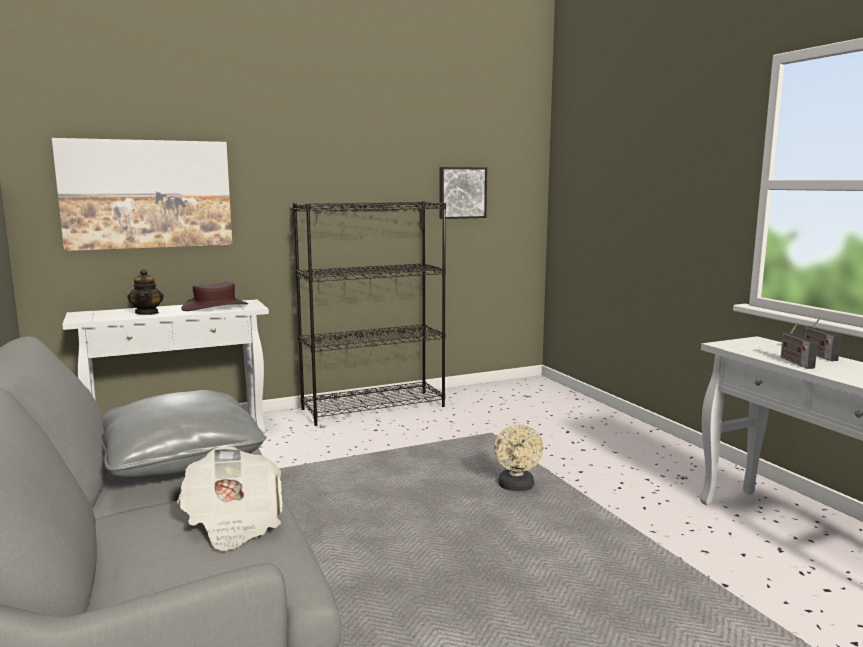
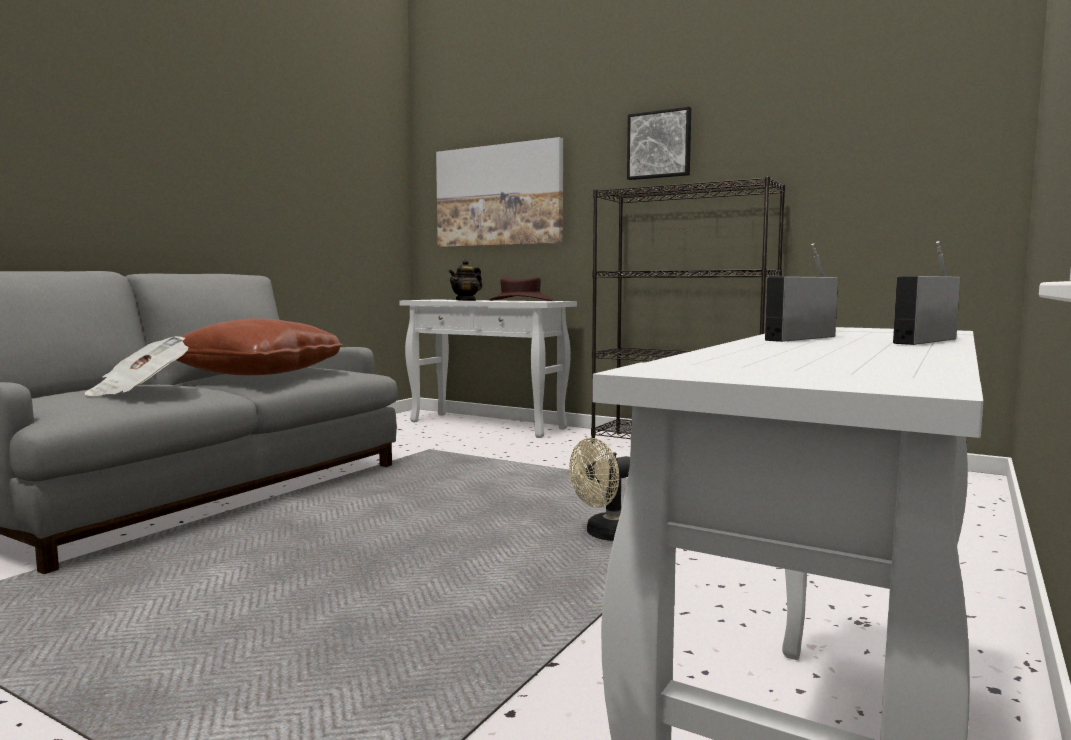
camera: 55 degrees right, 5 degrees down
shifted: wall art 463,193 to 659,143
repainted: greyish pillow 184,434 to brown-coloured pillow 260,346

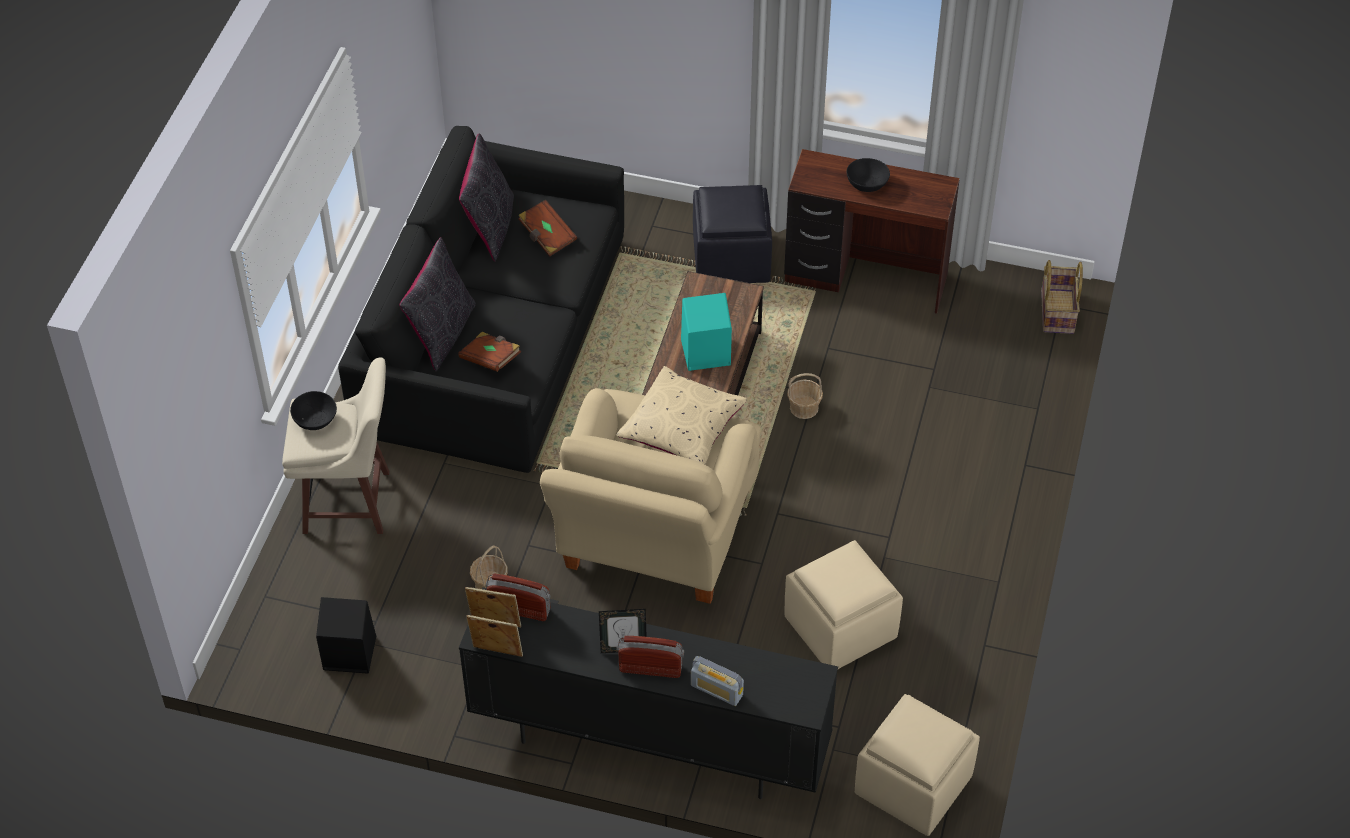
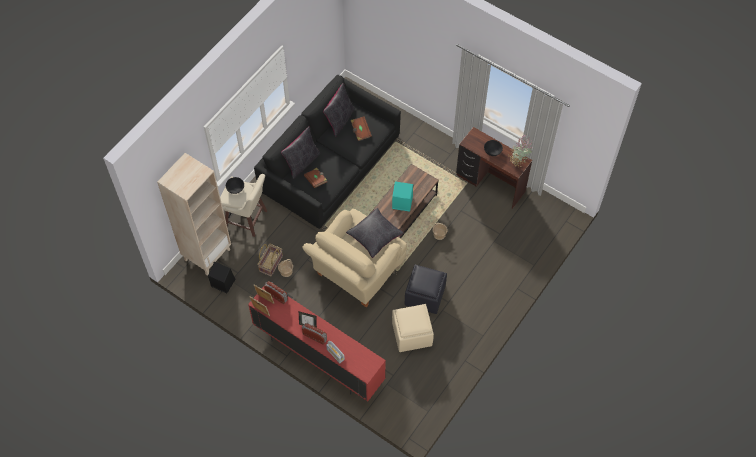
camera: 20 degrees right, 10 degrees up
gone: beige pouffe 917,765
new: potted plant 521,151; beige bookshelf 194,214
shifted: black-coloured pouffe 732,234 to 426,289; household basket 1062,297 to 270,260
repainted: beige pillow 681,415 to black-coloured pillow 375,233; black-coloured media console 648,693 to reddish media console 317,343

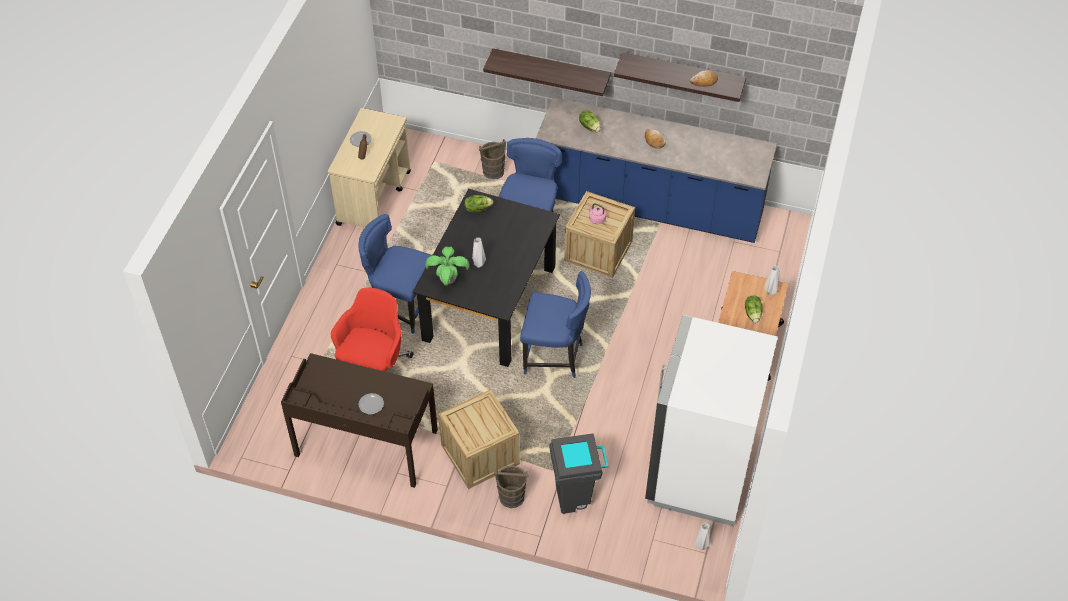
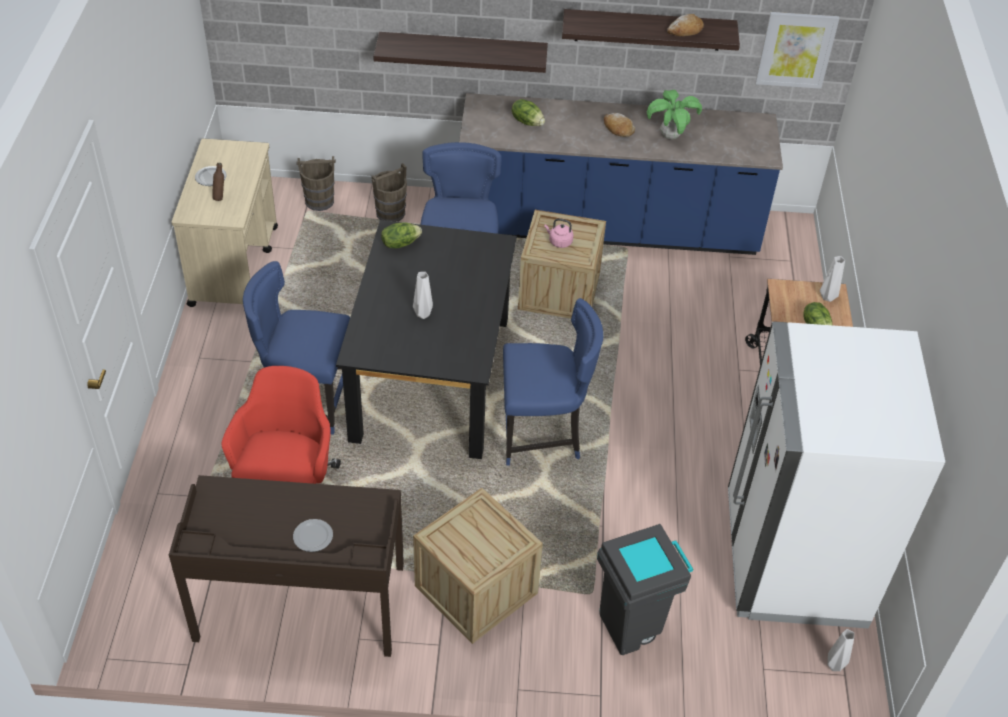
camera: 15 degrees left, 5 degrees down
new: wall art 797,50
shifted: potted plant 447,266 to 674,114; brown-coloured water bucket 511,486 to 316,183

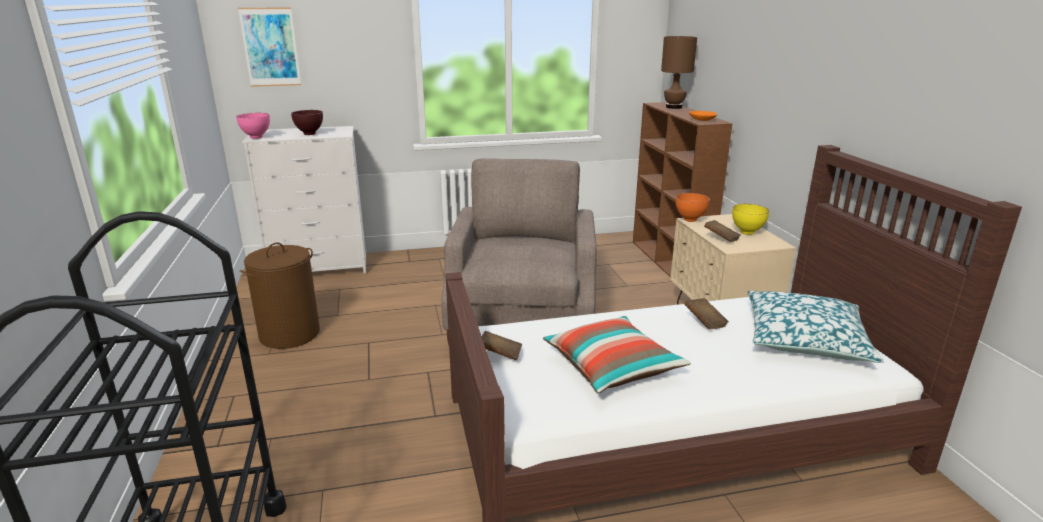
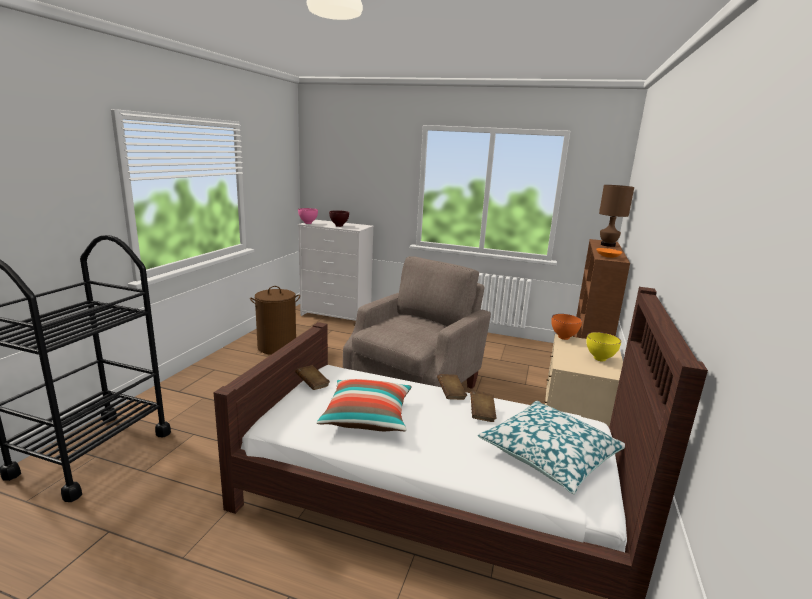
camera: 30 degrees right, 5 degrees down
gone: wall art 269,47
shifted: brown-coloured book 722,231 to 452,387

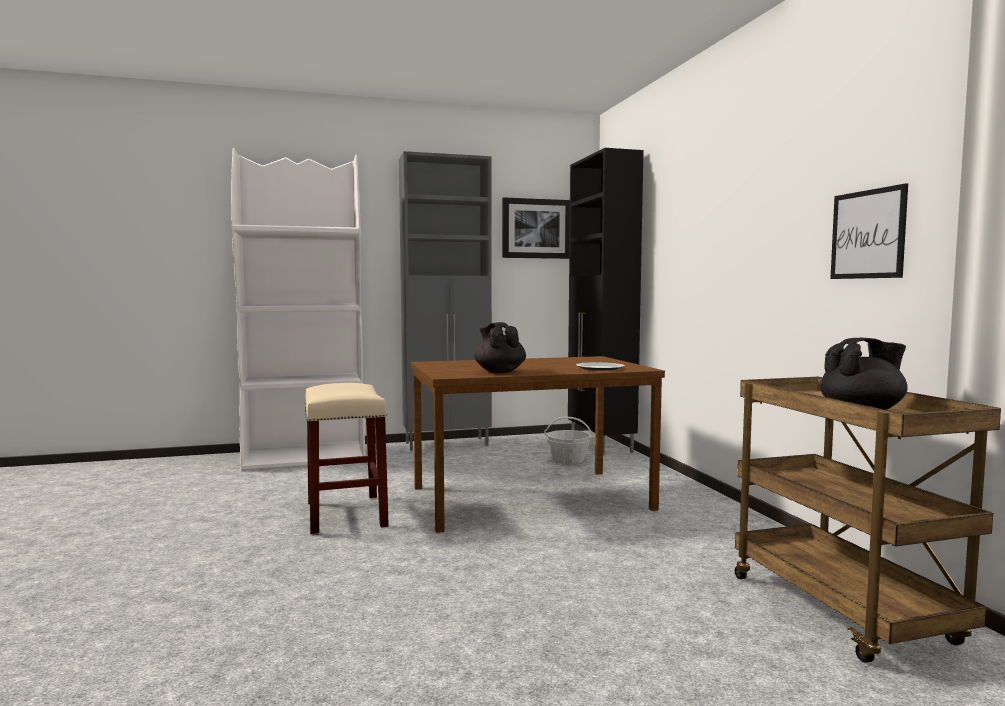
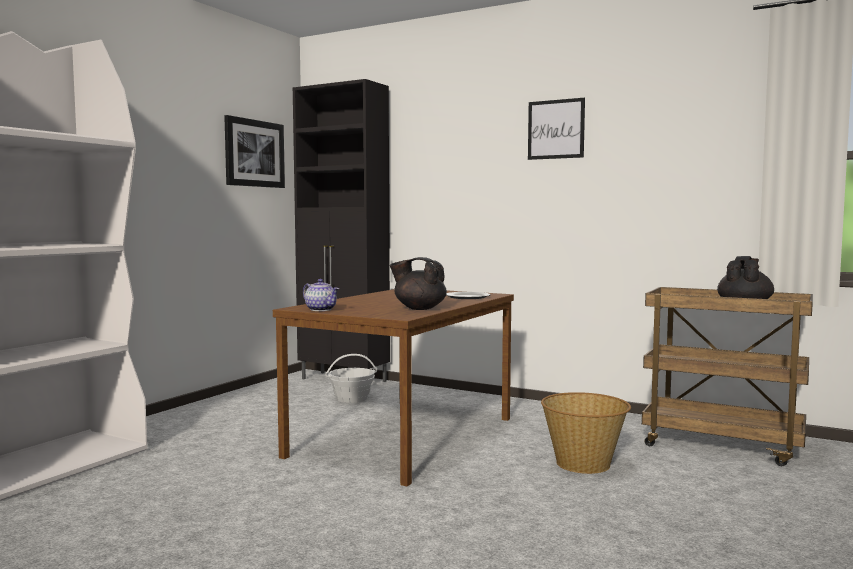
camera: 45 degrees left, 0 degrees up
gone: greyish cupboard 445,301; beige sitting stool 347,459
new: pot for tea 321,295; household basket 586,433
shifted: wall art 869,231 to 556,129

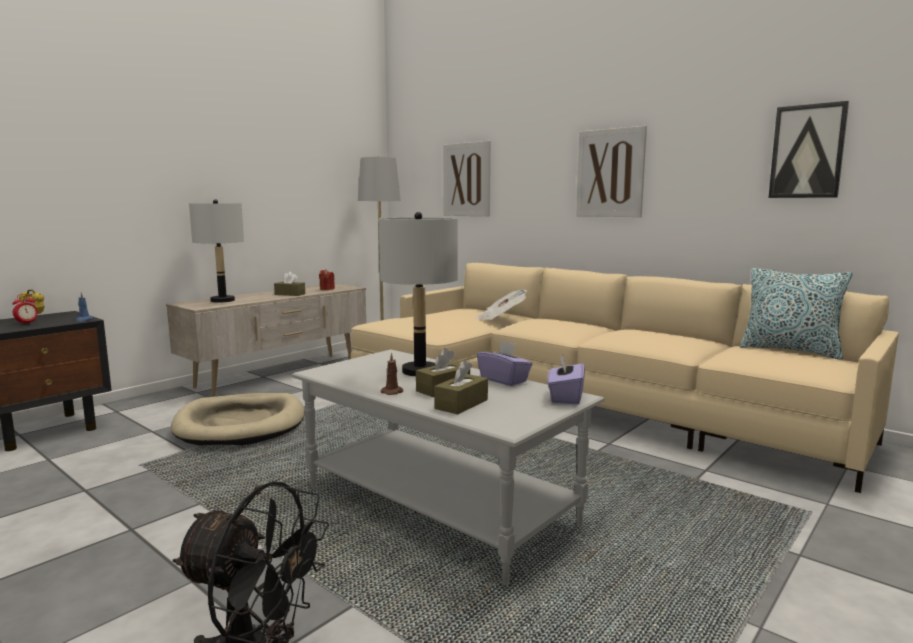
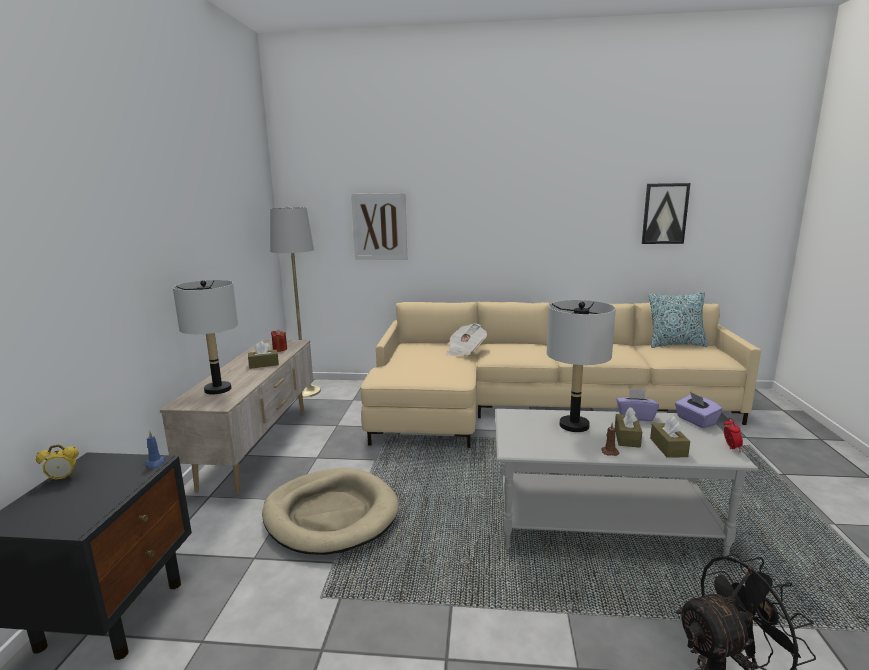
camera: 35 degrees left, 5 degrees up
gone: wall art 611,171
shifted: bedside clock 25,309 to 733,436

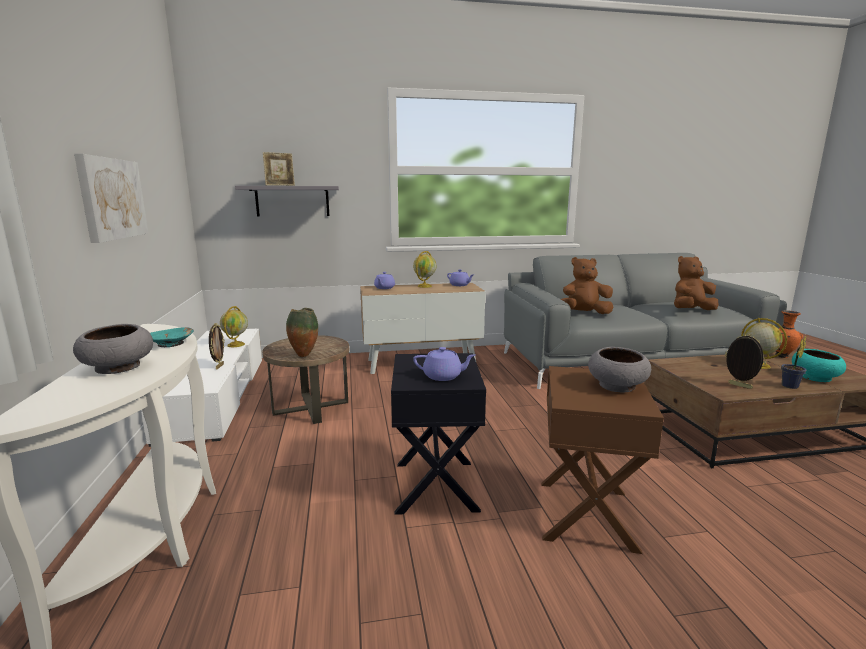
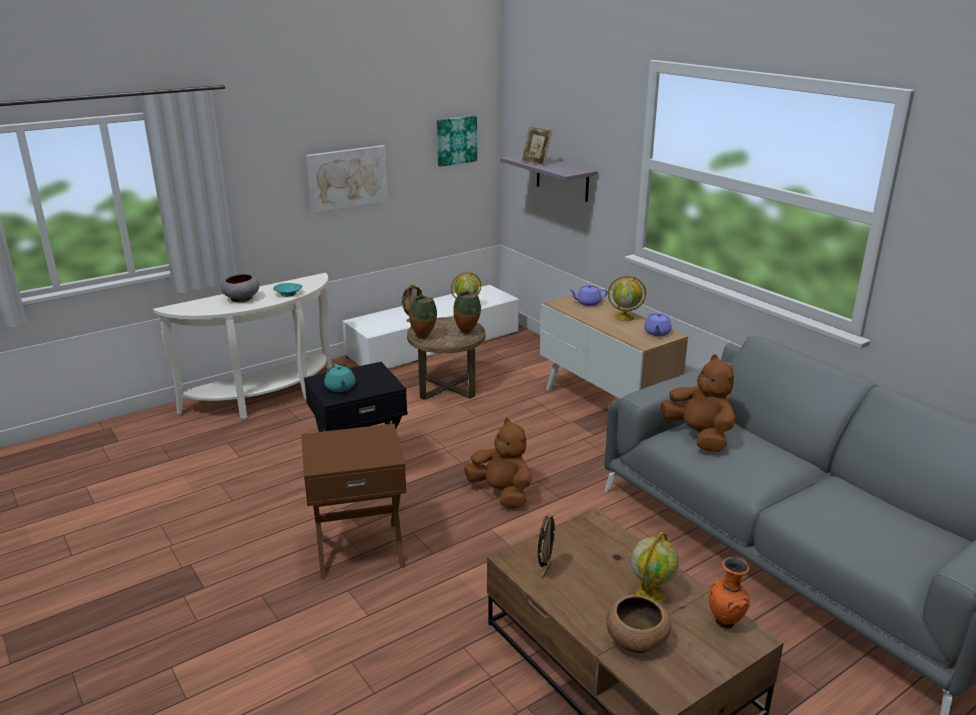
camera: 65 degrees right, 10 degrees up
gone: potted plant 793,363; greyish deep dish 619,369
new: wall art 457,141; decorative vase 467,312
shifted: brown-coloured soft toy 696,283 to 498,463
repainted: purple pot for tea 444,364 to turquoise-coloured pot for tea 339,378; turquoise-coloured deep dish 819,365 to brown-coloured deep dish 638,624

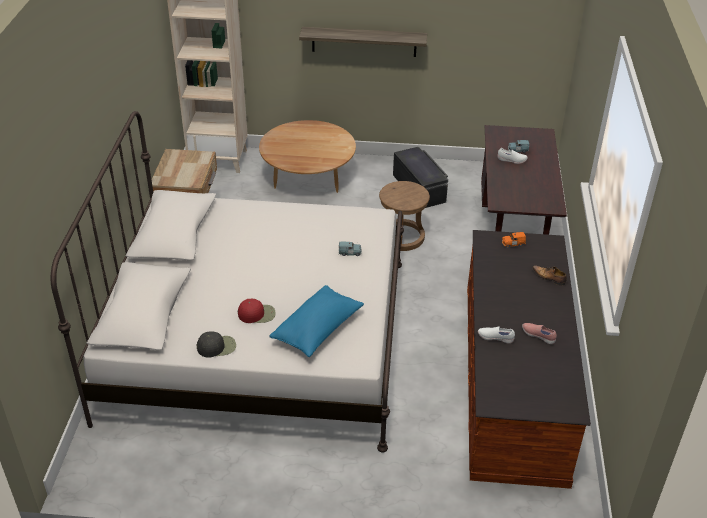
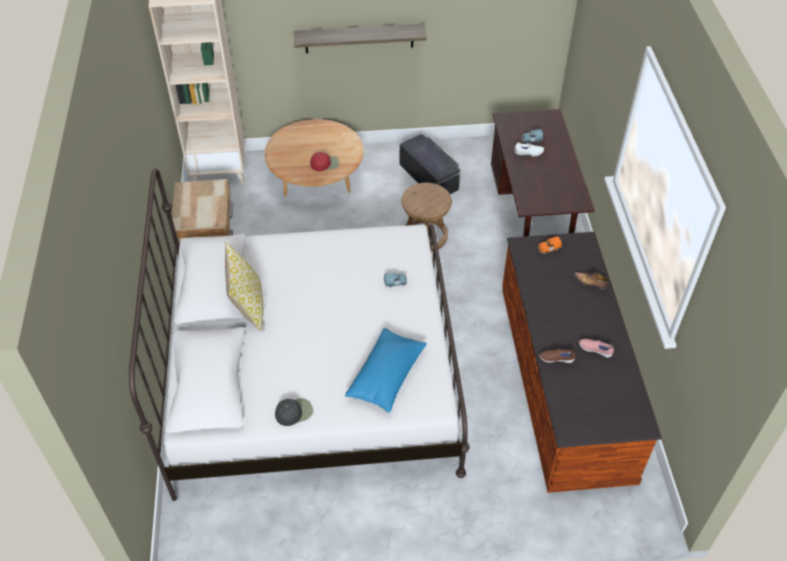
camera: 10 degrees left, 10 degrees up
new: pillow 244,286
shifted: reddish peaked cap 257,311 to 324,161
repainted: white-coloured item of footwear 496,335 to brown-coloured item of footwear 557,356

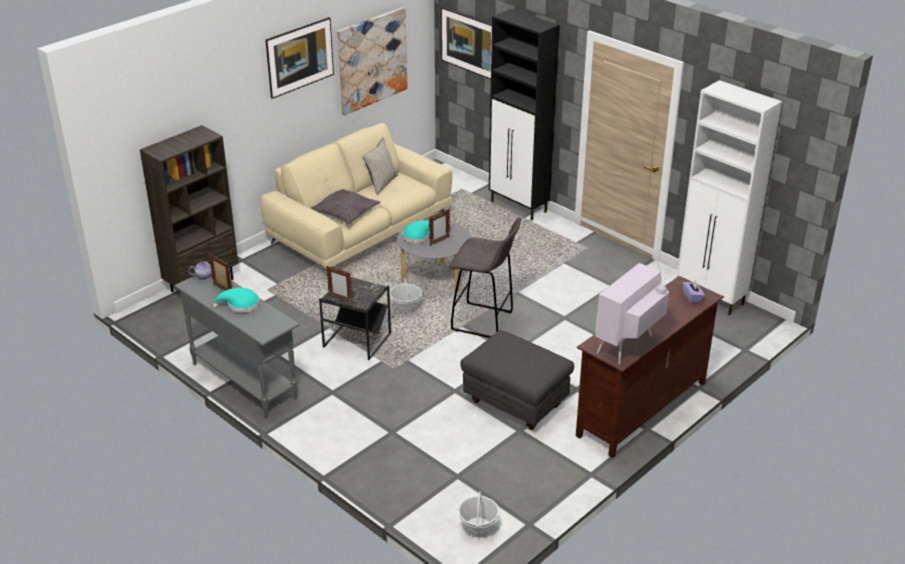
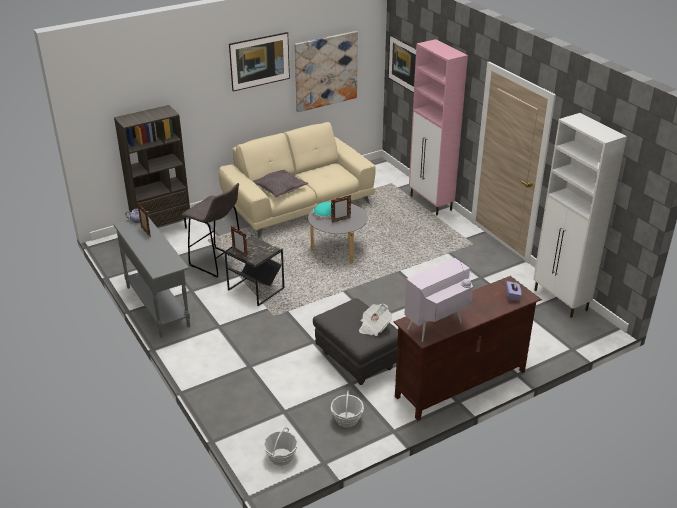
camera: 15 degrees right, 0 degrees up
gone: beige pillow 380,166; turquoise-coloured wearable hat 236,300
new: newspaper 375,320
shifted: greyish sitting stool 485,277 to 210,230; household basket 406,295 to 347,409
repainted: black-coloured cupboard 524,114 to pink cupboard 438,127

